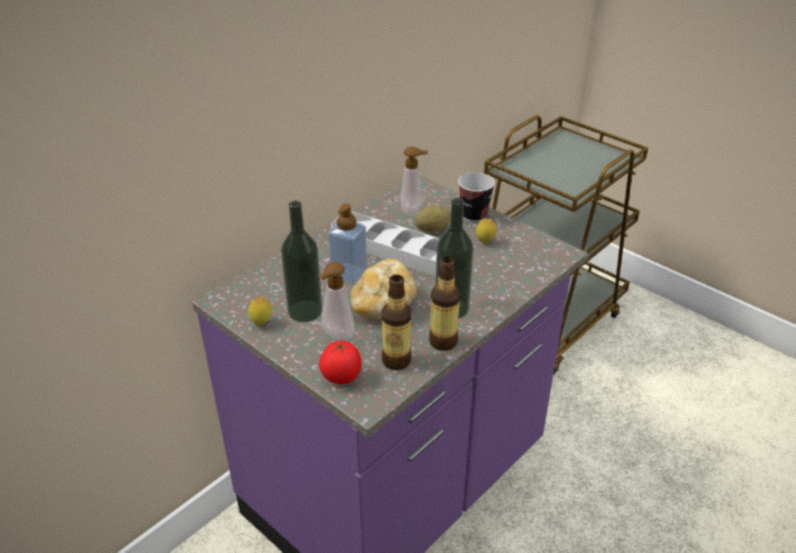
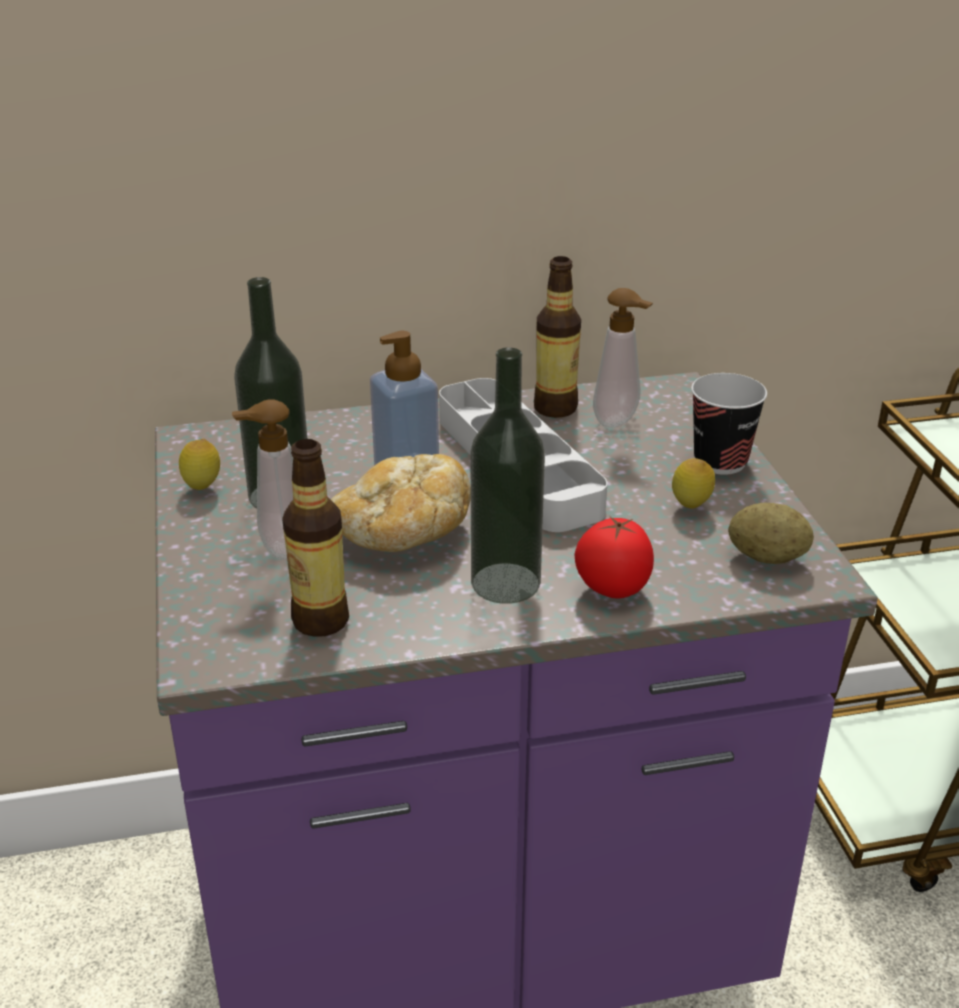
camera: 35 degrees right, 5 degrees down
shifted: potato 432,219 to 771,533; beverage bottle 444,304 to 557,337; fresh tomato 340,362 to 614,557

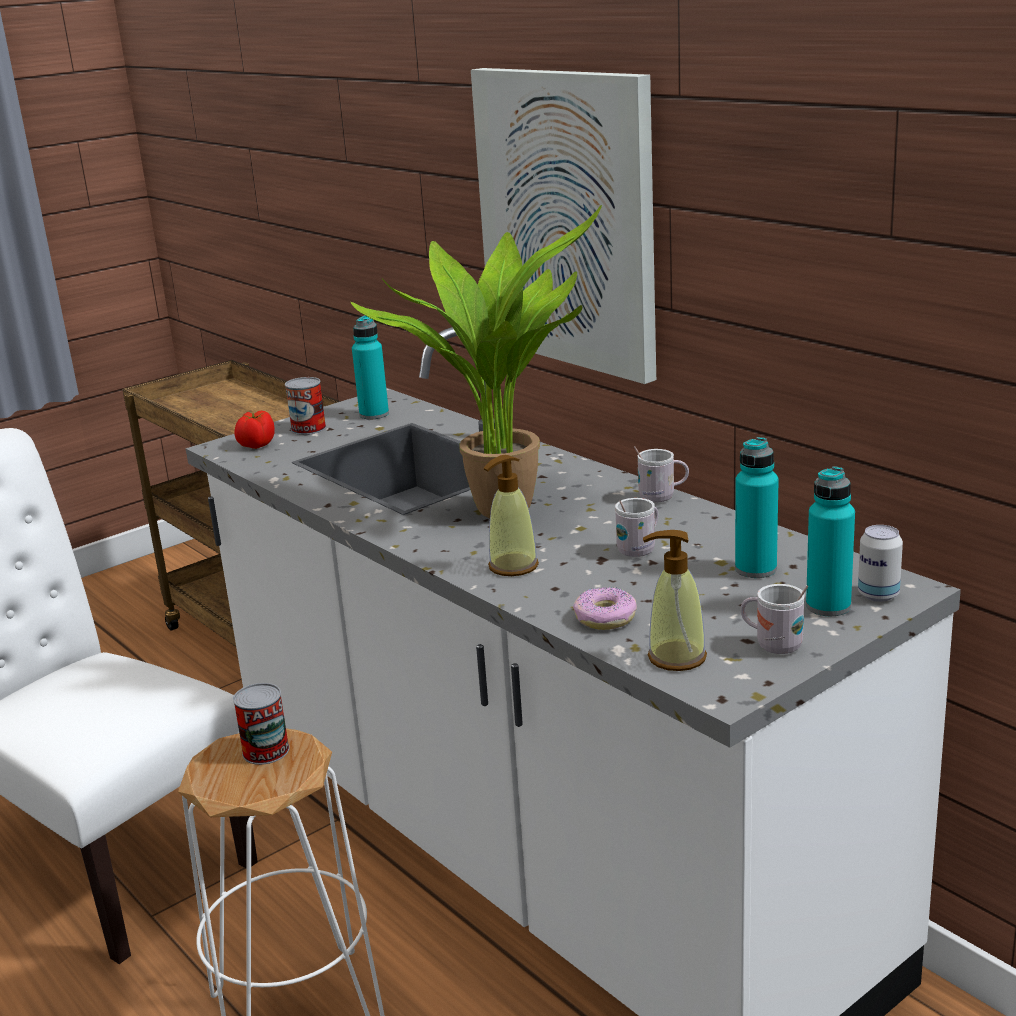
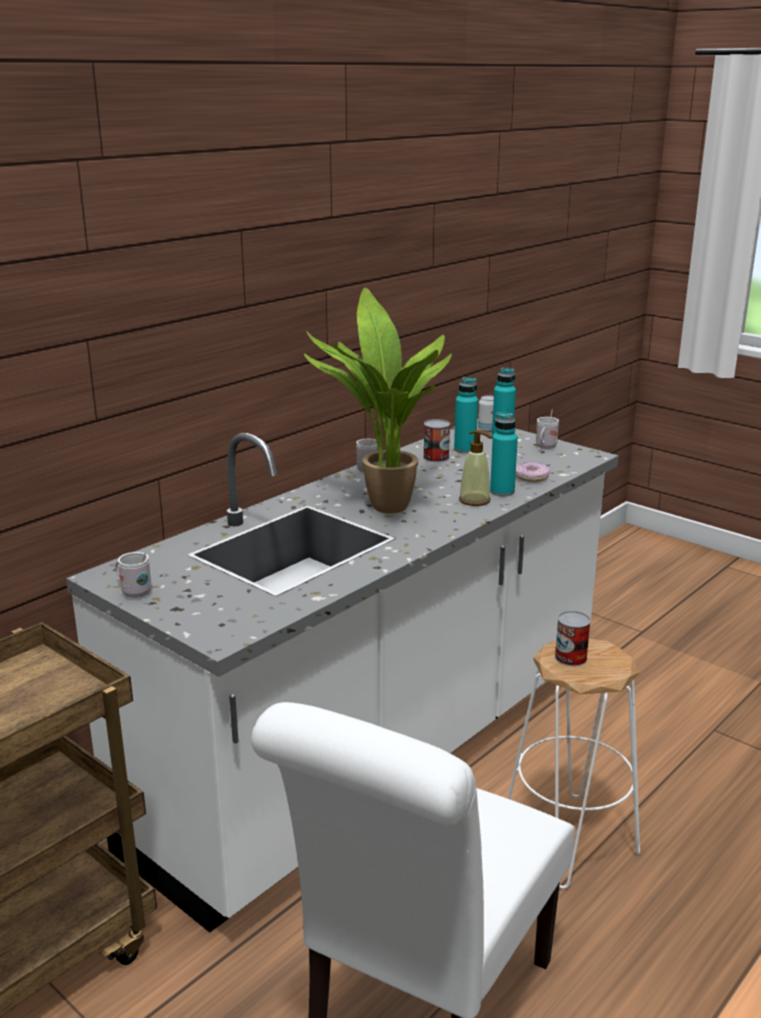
camera: 100 degrees left, 0 degrees up
gone: wall art 563,226; fresh tomato 254,430; soap bottle 675,600
shifted: turquoise-coloured beverage bottle 370,367 to 504,454; metal can 305,406 to 436,440; white-coloured mug 637,527 to 133,575

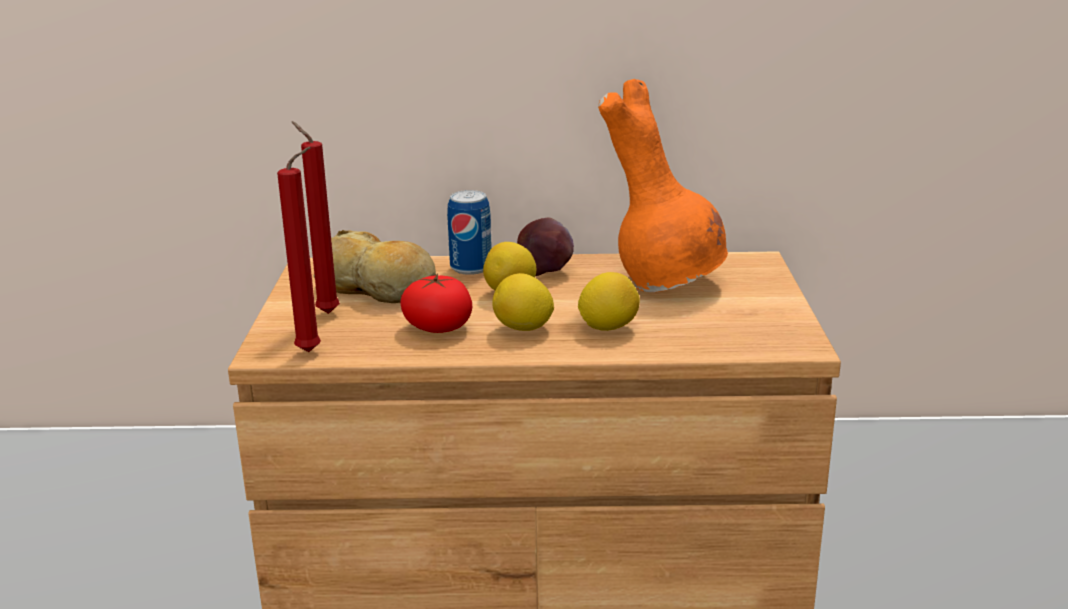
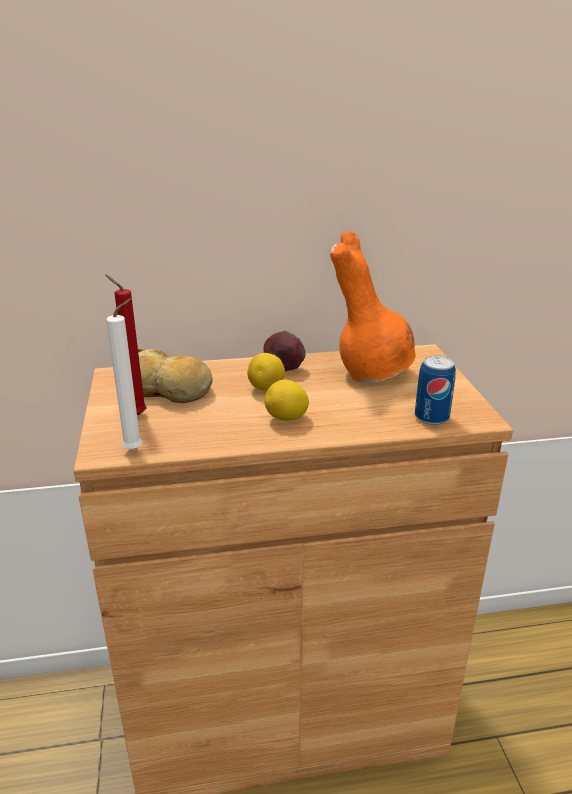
camera: 10 degrees left, 5 degrees up
gone: whole lemon 609,301; fresh tomato 436,303
shifted: metal can 469,232 to 435,390
repainted: reddish wax light 299,249 to white-coloured wax light 124,374

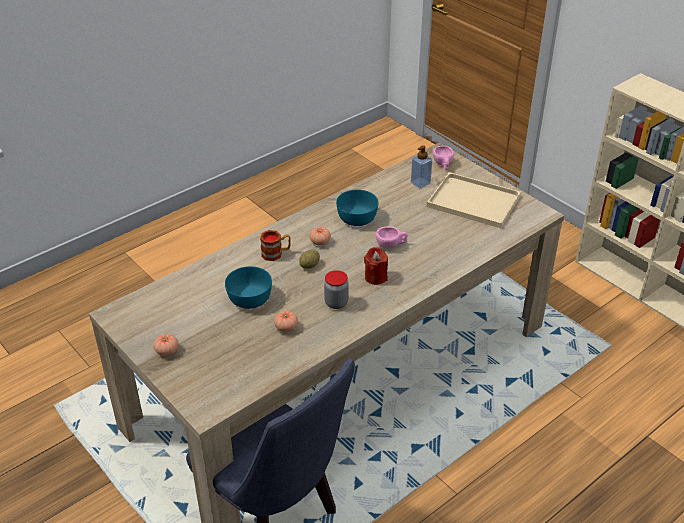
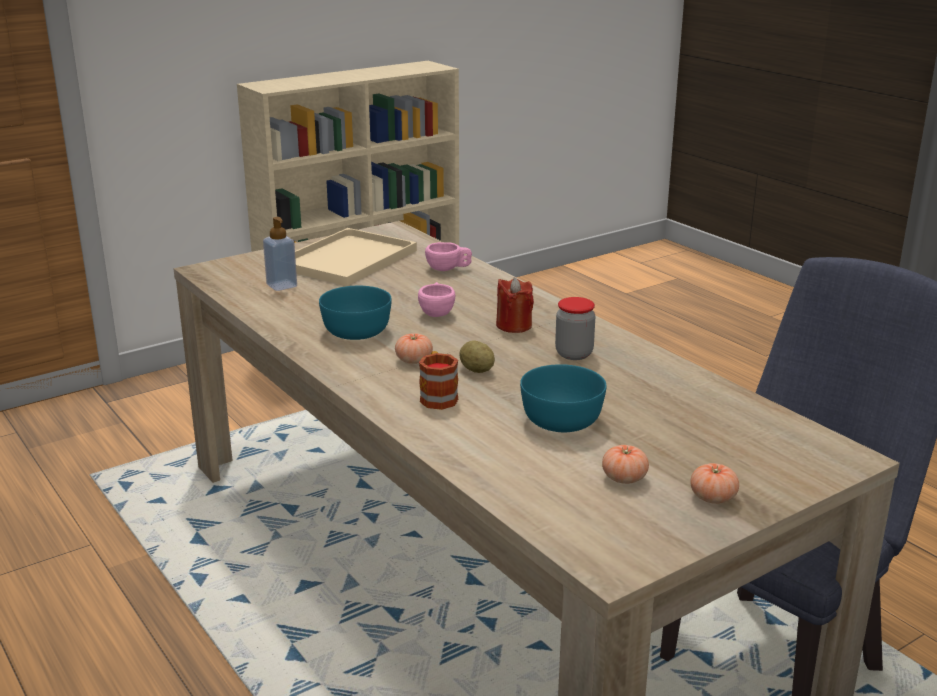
camera: 85 degrees left, 15 degrees down
shifted: pink small cup 443,158 to 448,256; fresh tomato 286,321 to 625,464

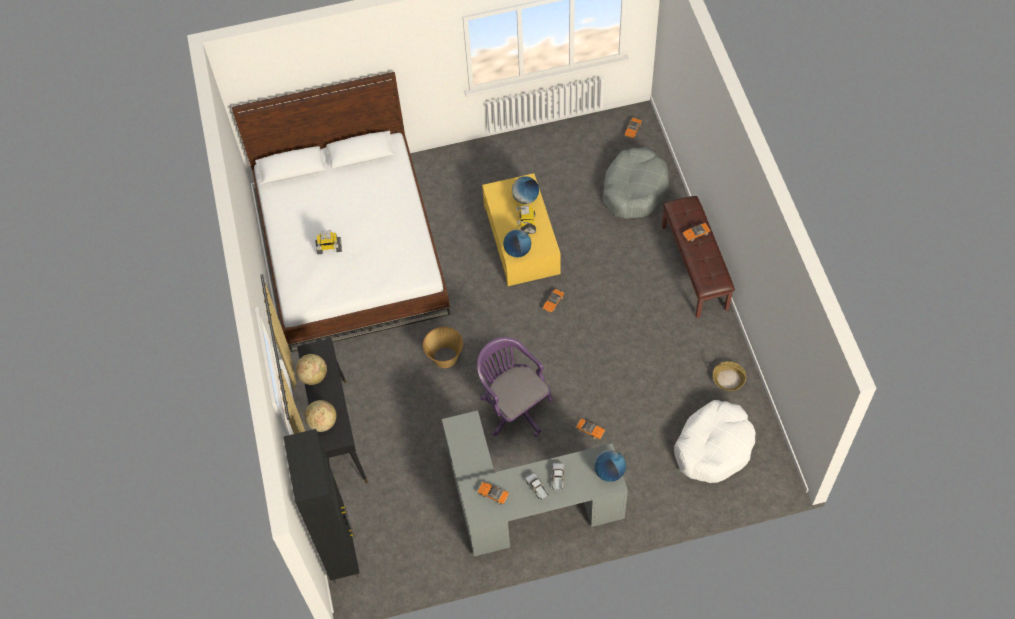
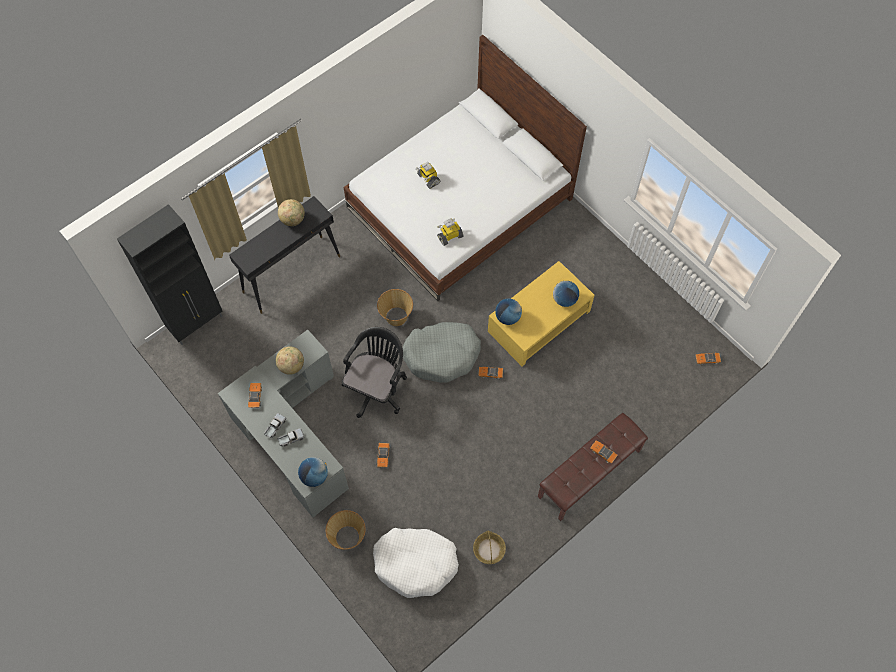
camera: 60 degrees right, 5 degrees up
new: household basket 346,530
shifted: greyish dog bed 636,183 to 441,352; model robot 526,219 to 450,232; desk globe 320,416 to 290,361
repainted: purple computer chair 515,387 to black-coloured computer chair 374,372

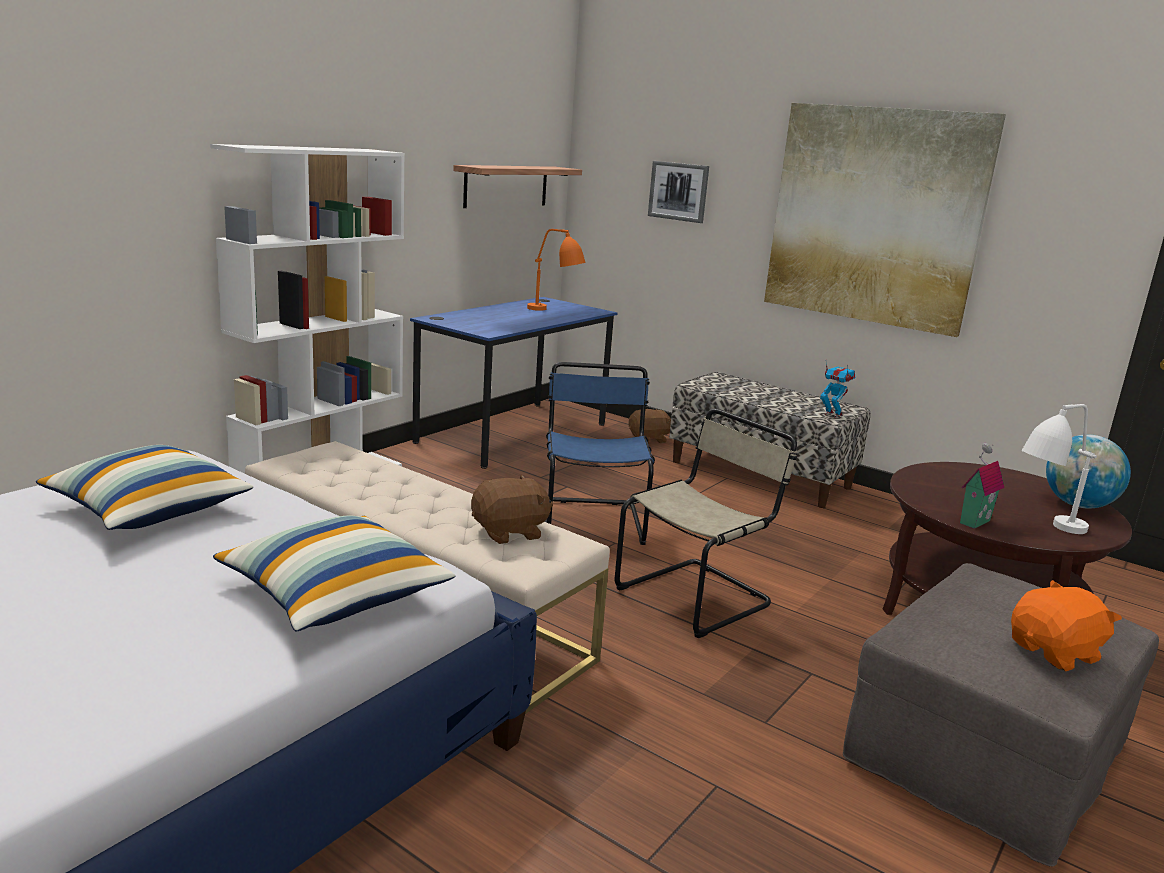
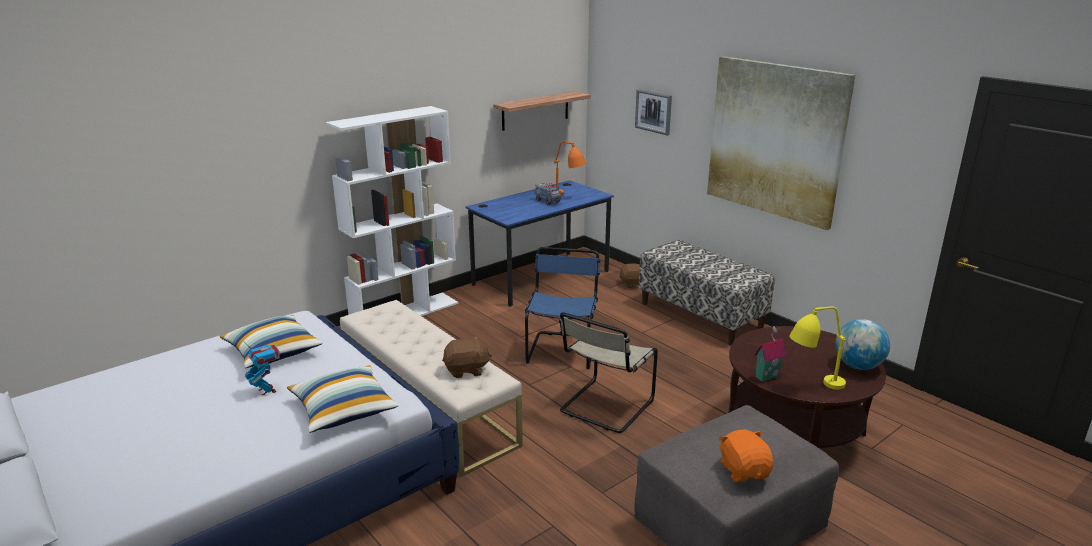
camera: 15 degrees right, 5 degrees up
new: toy truck 548,194
shifted: model robot 837,389 to 262,370
repainted: white-coloured table lamp 1059,469 to yellow table lamp 817,348
rotated: beige upright chair 706,523 = 608,372 150 degrees clockwise; orangey soft toy 1066,626 = 746,456 90 degrees counterclockwise

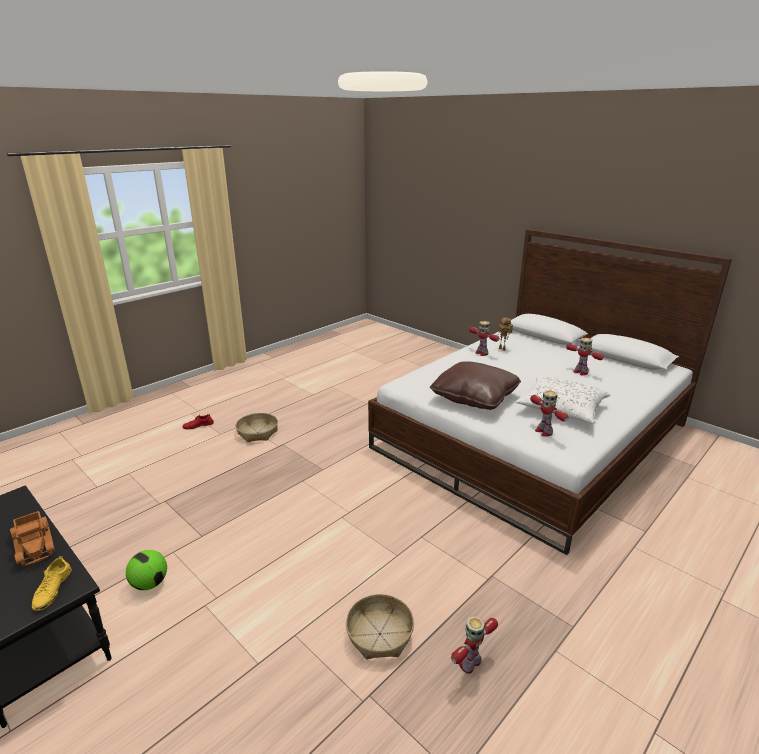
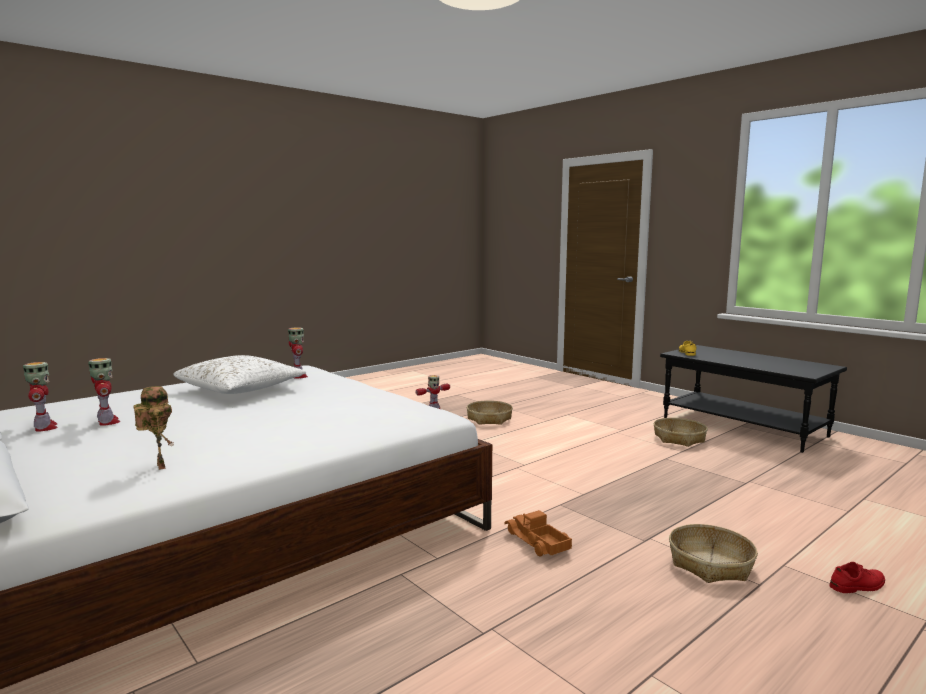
camera: 175 degrees left, 15 degrees down
gone: brown-coloured pillow 475,385
shifted: model robot 484,338 to 40,397; toy truck 32,538 to 538,533
swapped: football ball 146,570 to household basket 681,432

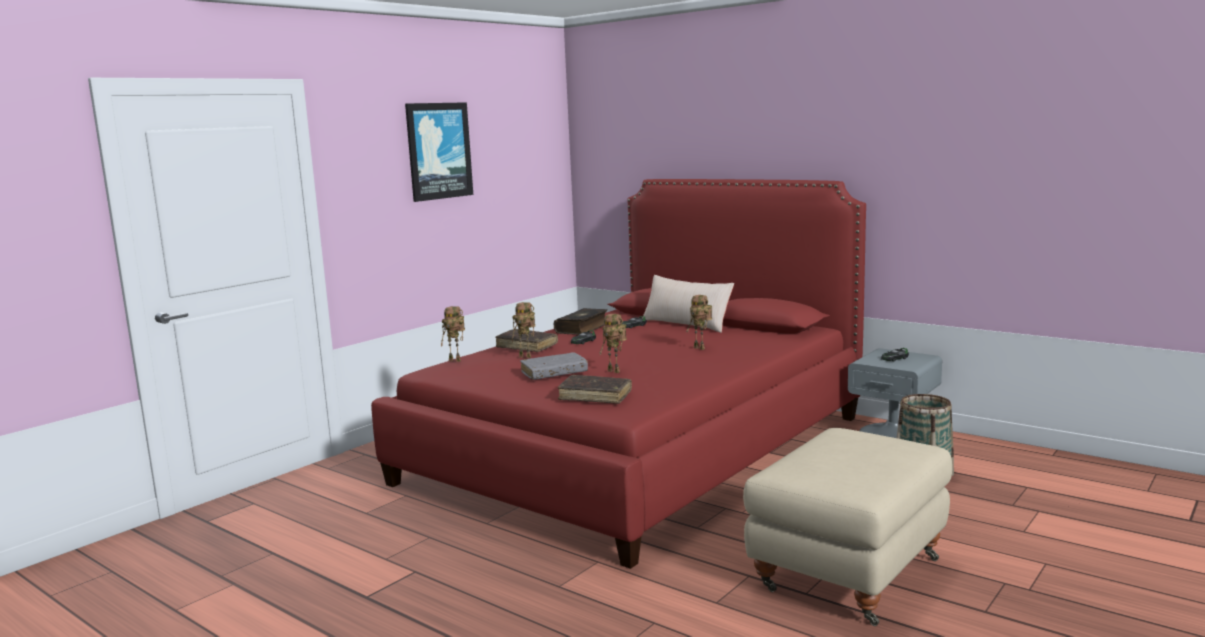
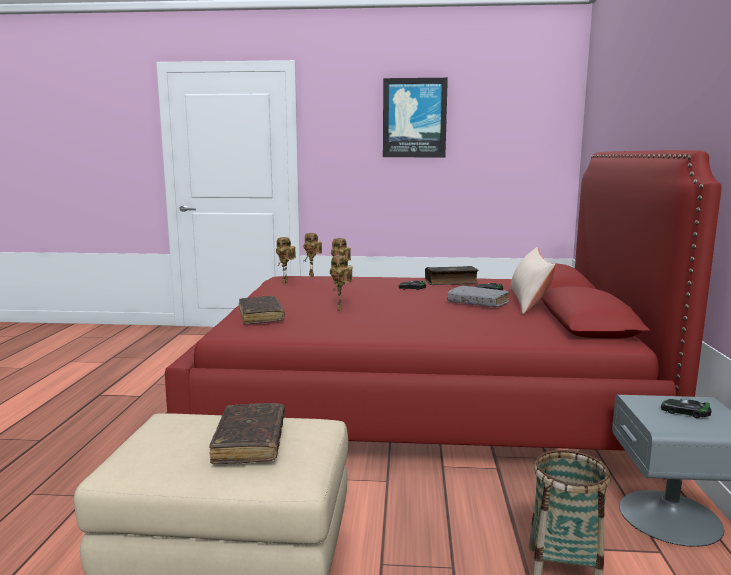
camera: 55 degrees right, 0 degrees up
shifted: model robot 699,322 to 286,260; brown-coloured book 526,340 to 247,433; greyish book 554,366 to 478,296

